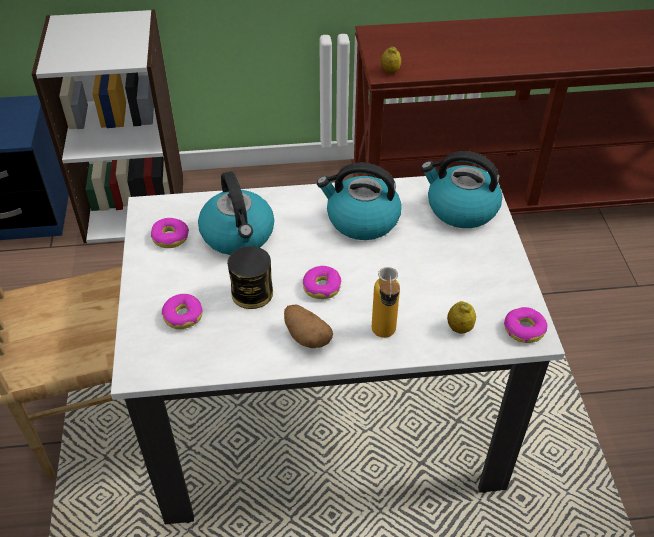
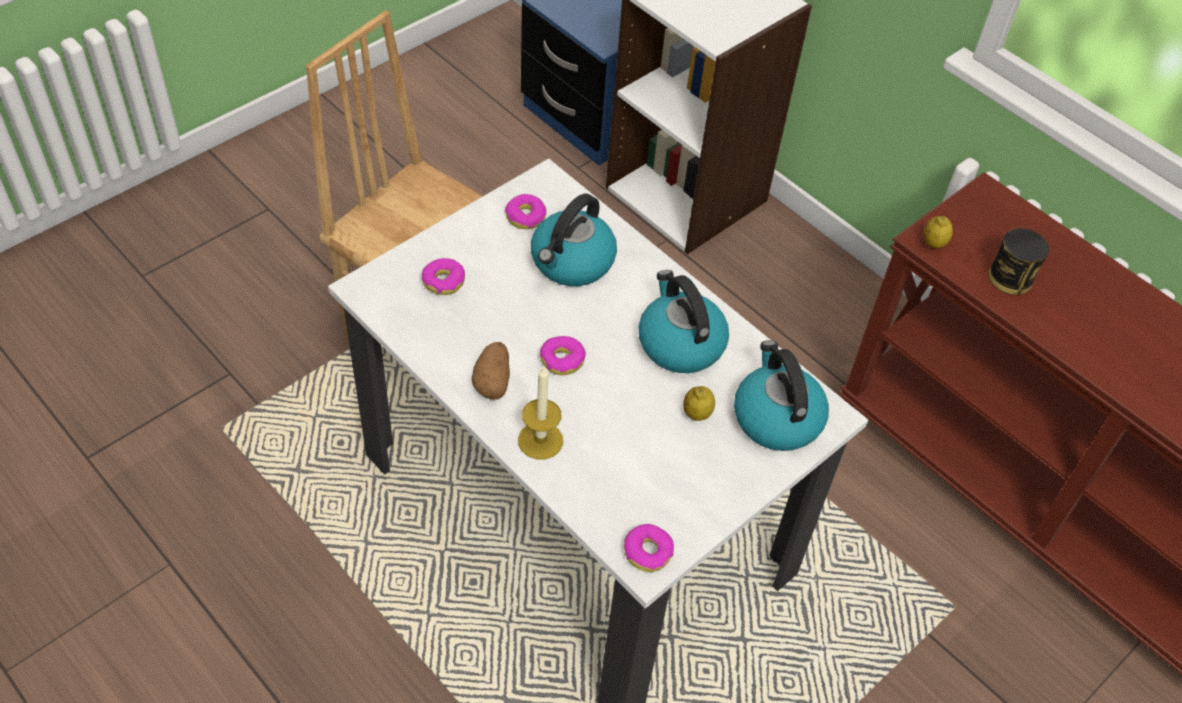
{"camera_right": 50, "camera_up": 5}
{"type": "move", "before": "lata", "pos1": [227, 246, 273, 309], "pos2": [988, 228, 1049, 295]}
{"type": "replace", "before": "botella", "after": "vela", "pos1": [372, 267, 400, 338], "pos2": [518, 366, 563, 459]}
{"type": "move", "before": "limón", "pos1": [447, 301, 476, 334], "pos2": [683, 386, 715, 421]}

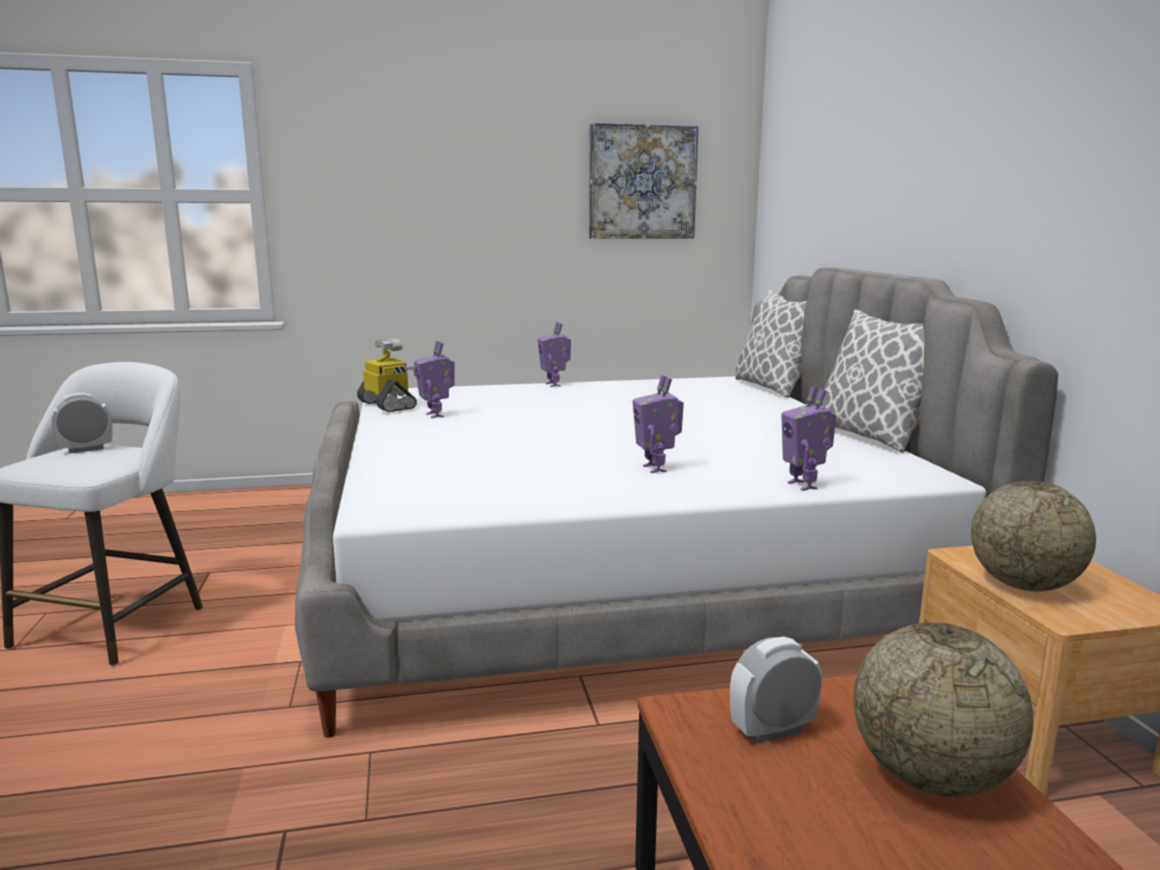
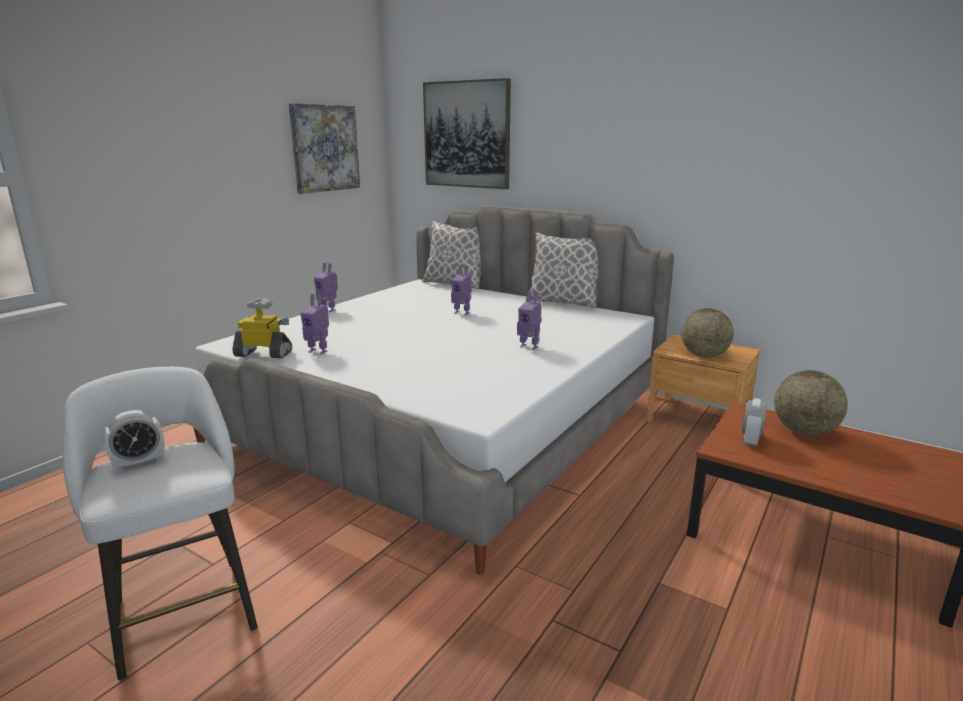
{"camera_right": -45, "camera_up": 5}
{"type": "rotate", "before": "despertador", "pos1": [51, 393, 113, 454], "pos2": [104, 410, 165, 471], "turn": -135}
{"type": "move", "before": "robot de juguete", "pos1": [781, 386, 836, 491], "pos2": [451, 265, 472, 315]}
{"type": "insert", "after": "cuadro", "pos2": [423, 78, 511, 189]}

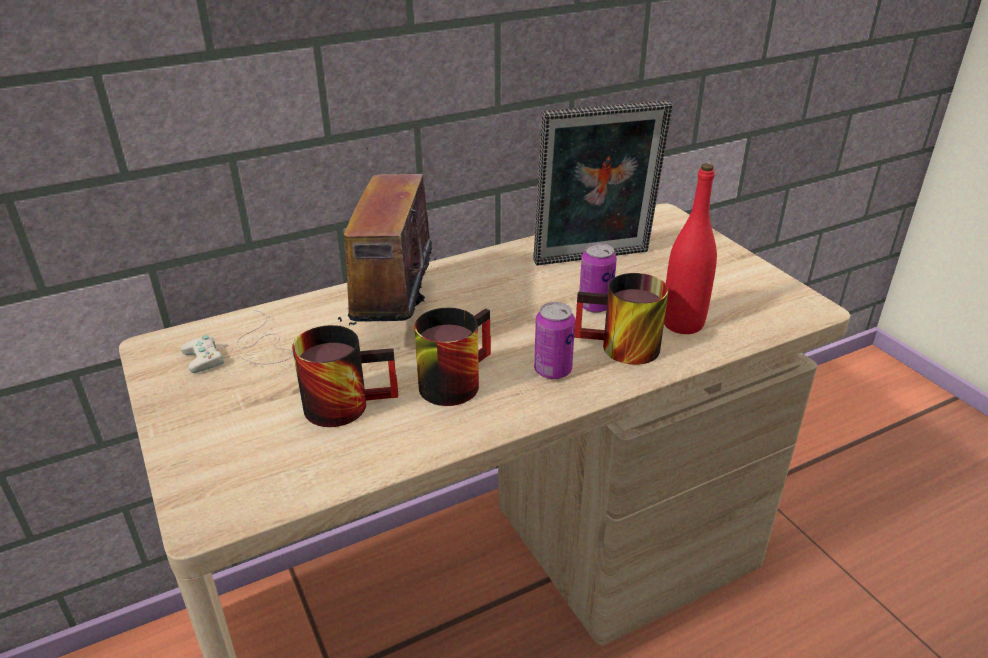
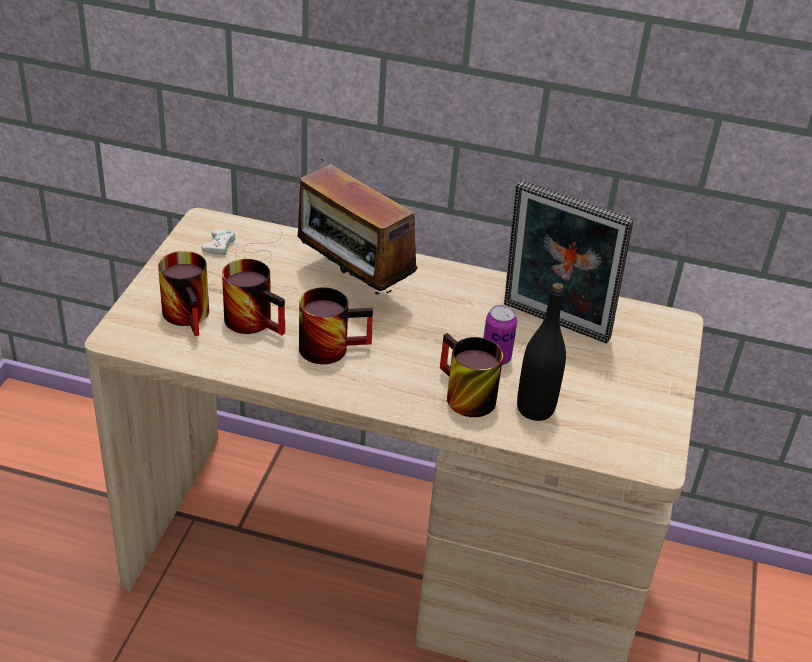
{"camera_right": 40, "camera_up": 5}
{"type": "rotate", "before": "radio", "pos1": [338, 147, 439, 325], "pos2": [297, 159, 418, 298], "turn": -90}
{"type": "delete", "before": "lata", "pos1": [534, 302, 575, 379]}
{"type": "recolor", "before": "botella [rojo]", "after": "botella [negro]", "pos1": [664, 163, 717, 334], "pos2": [517, 283, 566, 421]}
{"type": "insert", "after": "taza grande", "pos2": [158, 251, 209, 336]}

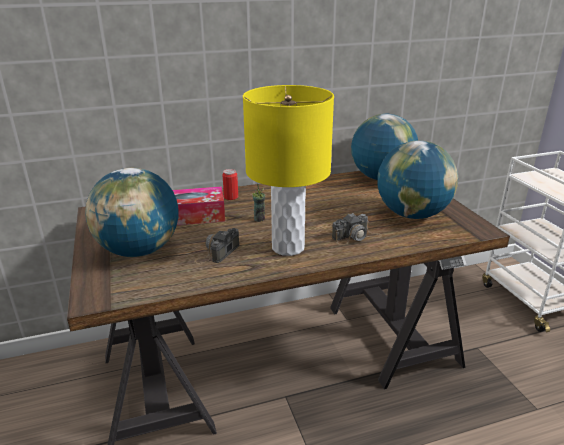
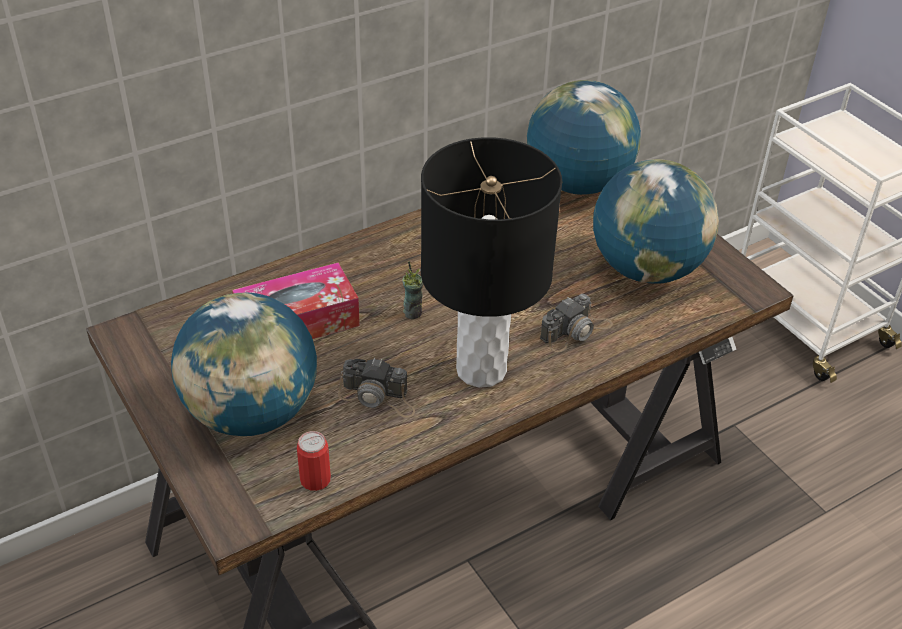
{"camera_right": -15, "camera_up": 15}
{"type": "rotate", "before": "cámara", "pos1": [194, 228, 240, 264], "pos2": [338, 358, 415, 418], "turn": -90}
{"type": "move", "before": "lata", "pos1": [223, 169, 238, 200], "pos2": [297, 431, 331, 491]}
{"type": "recolor", "before": "lámpara de mesa [amarillo]", "after": "lámpara de mesa [negro]", "pos1": [243, 85, 334, 256], "pos2": [421, 137, 562, 388]}

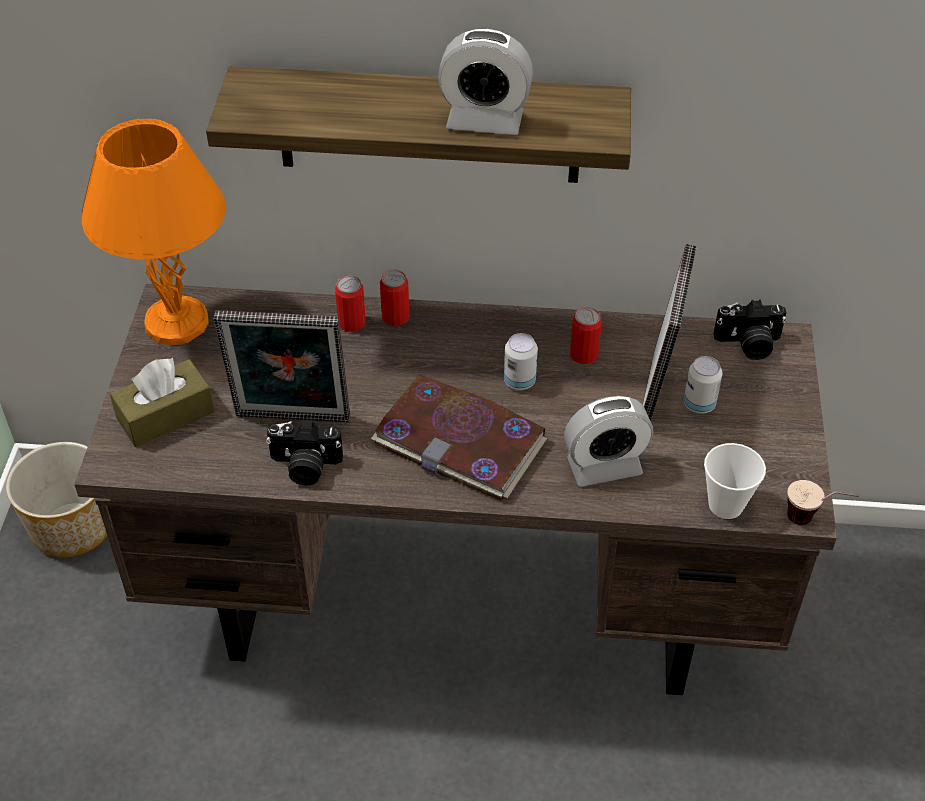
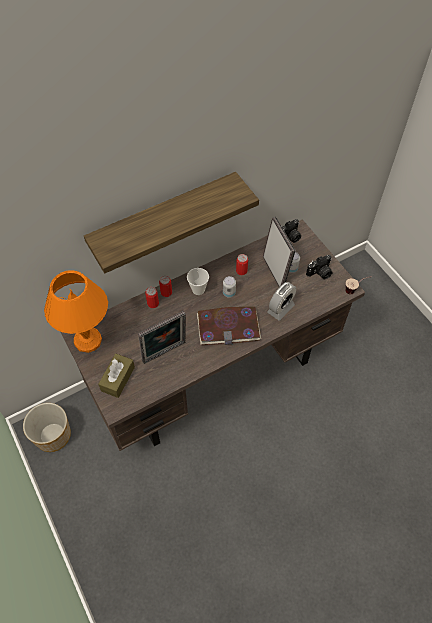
{"camera_right": -35, "camera_up": 10}
{"type": "move", "before": "cámara", "pos1": [266, 420, 343, 486], "pos2": [306, 255, 332, 280]}
{"type": "delete", "before": "despertador", "pos1": [438, 29, 533, 135]}
{"type": "move", "before": "taza", "pos1": [704, 443, 766, 519], "pos2": [187, 268, 209, 295]}

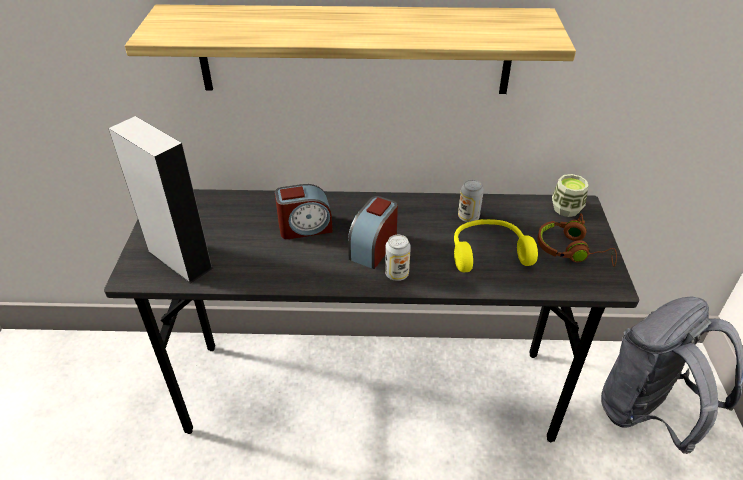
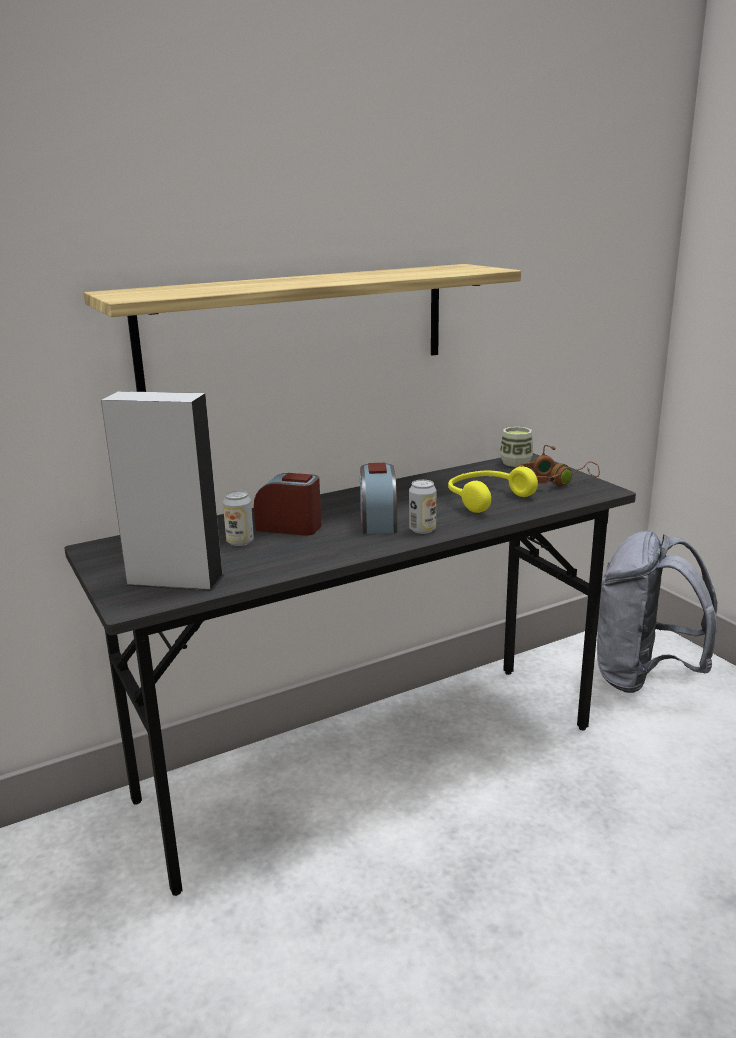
{"camera_right": -30, "camera_up": -20}
{"type": "rotate", "before": "despertador", "pos1": [275, 184, 333, 239], "pos2": [254, 473, 321, 536], "turn": -120}
{"type": "move", "before": "lata", "pos1": [458, 180, 484, 222], "pos2": [223, 491, 254, 546]}

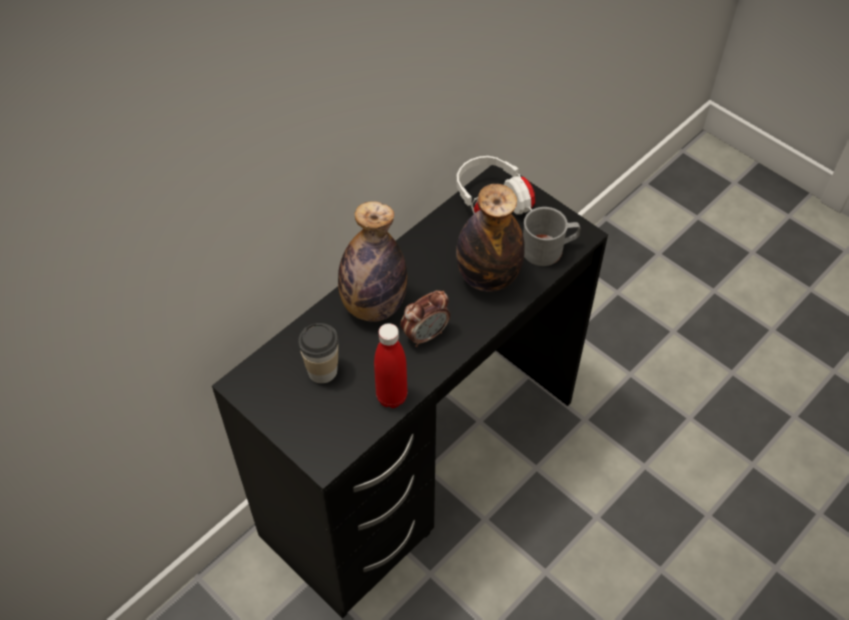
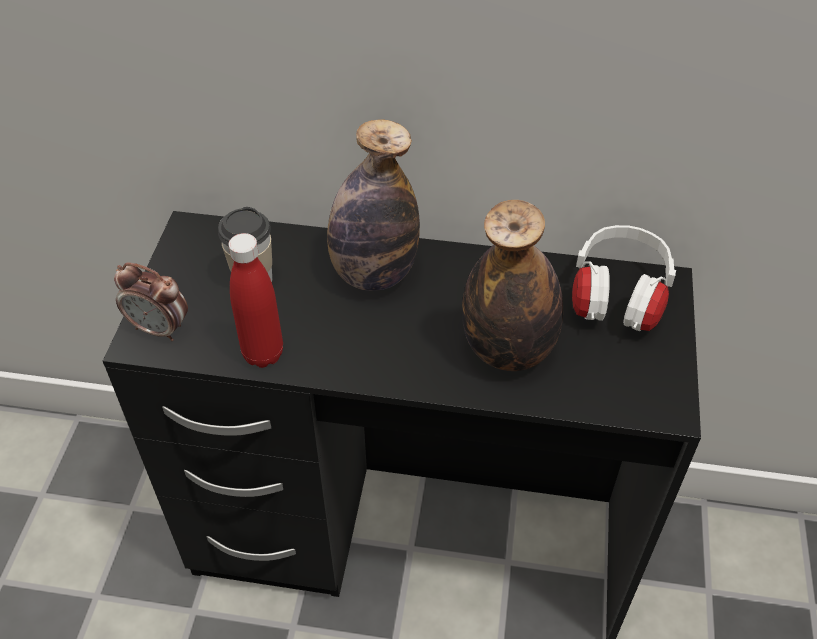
{"camera_right": 55, "camera_up": -5}
{"type": "move", "before": "despertador", "pos1": [400, 290, 450, 347], "pos2": [114, 263, 188, 341]}
{"type": "delete", "before": "taza grande [gris]", "pos1": [523, 207, 581, 266]}

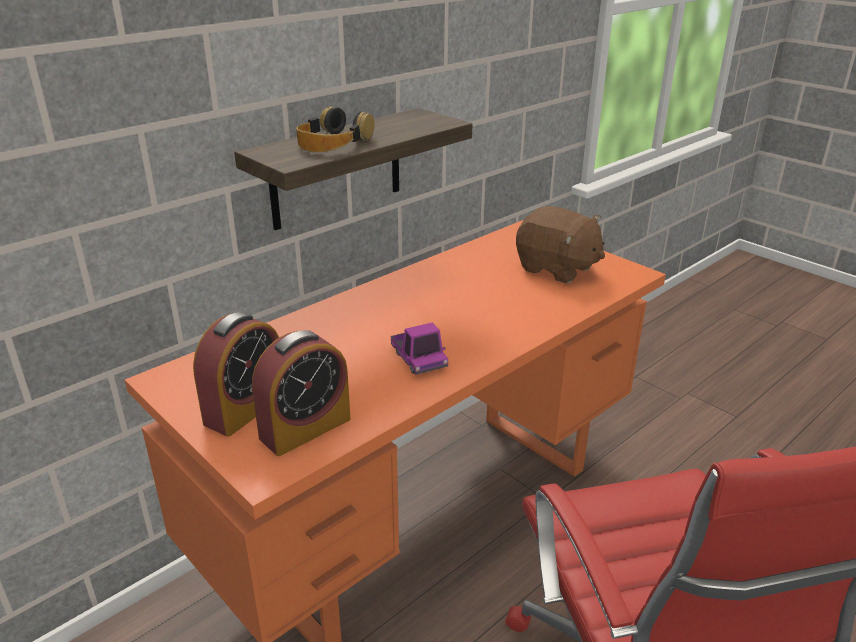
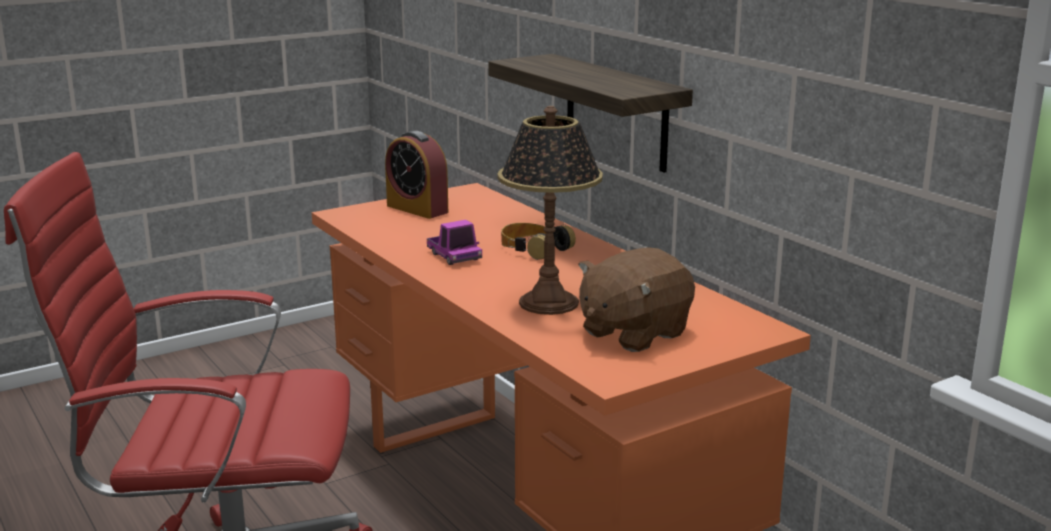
{"camera_right": 100, "camera_up": -10}
{"type": "delete", "before": "despertador", "pos1": [252, 330, 350, 456]}
{"type": "move", "before": "auriculares", "pos1": [296, 106, 374, 152], "pos2": [501, 223, 576, 260]}
{"type": "rotate", "before": "camión de juguete", "pos1": [391, 322, 448, 375], "pos2": [427, 220, 482, 265], "turn": -105}
{"type": "insert", "after": "lámpara de mesa", "pos2": [497, 106, 603, 315]}

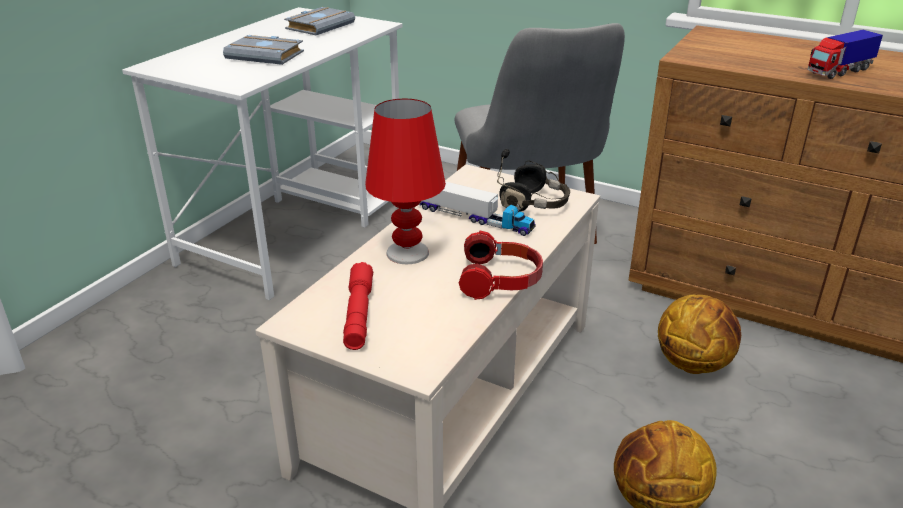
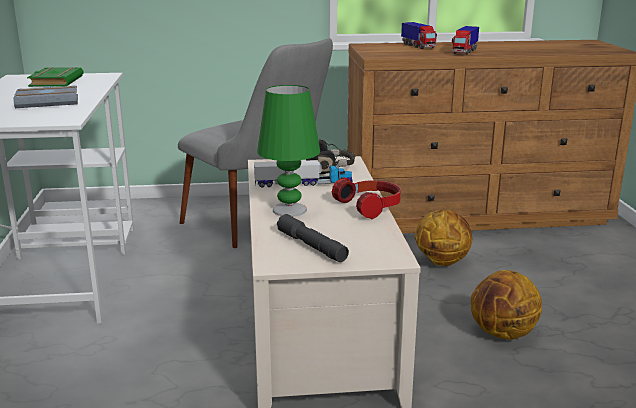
{"camera_right": -35, "camera_up": -10}
{"type": "recolor", "before": "libro [gris]", "after": "libro [verde]", "pos1": [284, 7, 355, 35], "pos2": [27, 67, 84, 87]}
{"type": "recolor", "before": "linterna [rojo]", "after": "linterna [gris]", "pos1": [343, 262, 373, 350], "pos2": [277, 214, 349, 262]}
{"type": "recolor", "before": "lámpara de mesa [rojo]", "after": "lámpara de mesa [verde]", "pos1": [365, 98, 446, 264], "pos2": [257, 85, 320, 217]}
{"type": "insert", "after": "camión de juguete", "pos2": [401, 22, 437, 49]}

